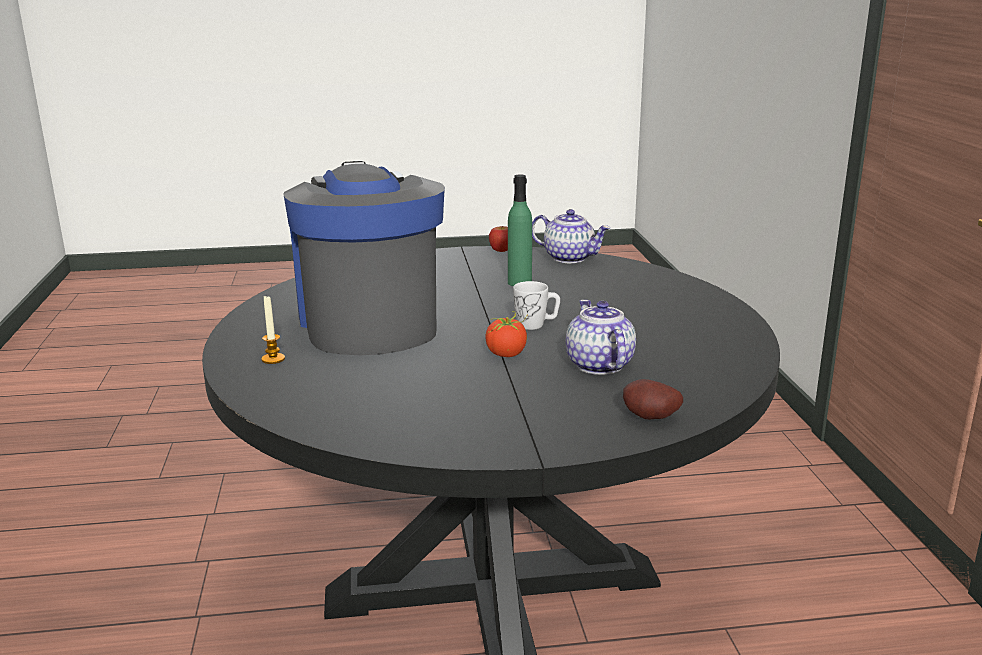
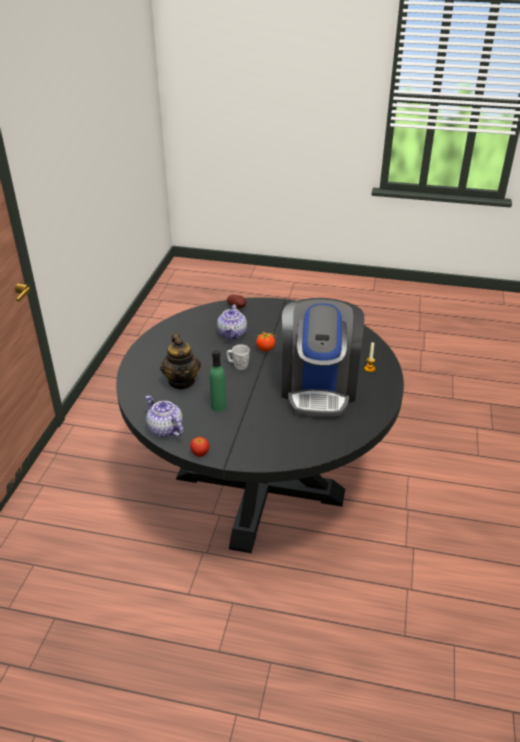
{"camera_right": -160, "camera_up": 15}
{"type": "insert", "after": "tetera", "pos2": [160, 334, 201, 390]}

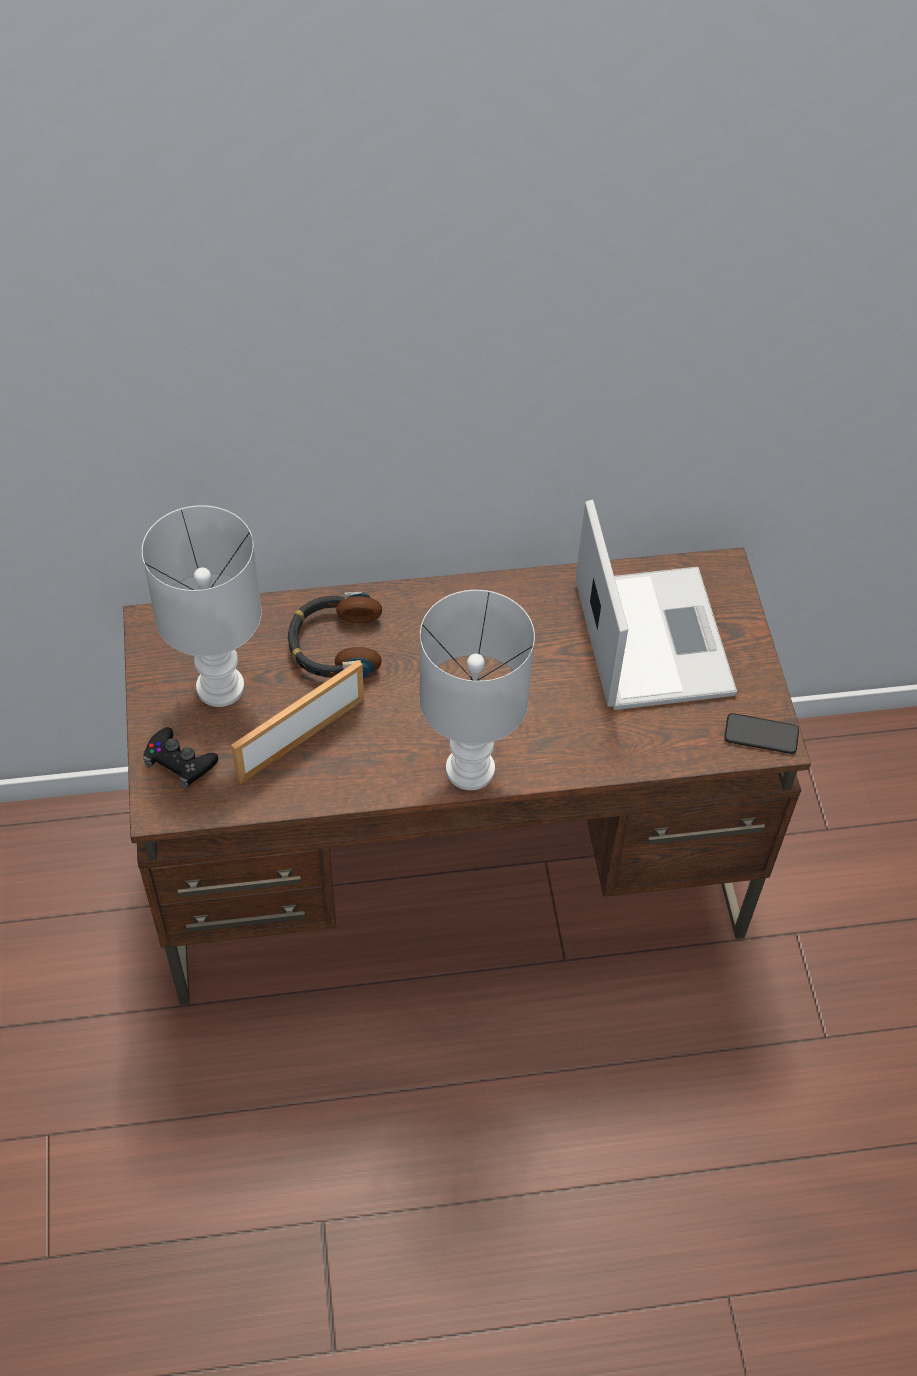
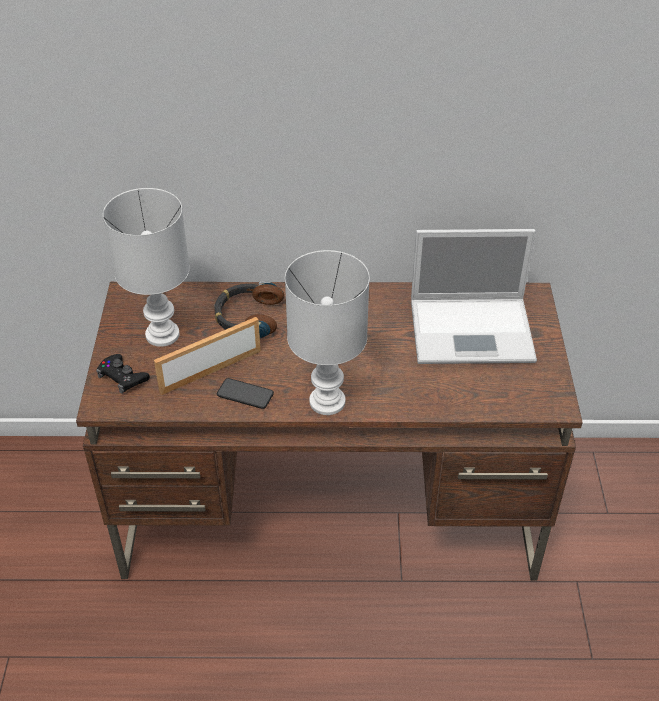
{"camera_right": 10, "camera_up": -10}
{"type": "rotate", "before": "portátil", "pos1": [575, 500, 737, 710], "pos2": [411, 229, 537, 364], "turn": 90}
{"type": "move", "before": "móvil", "pos1": [724, 713, 799, 754], "pos2": [217, 378, 274, 409]}

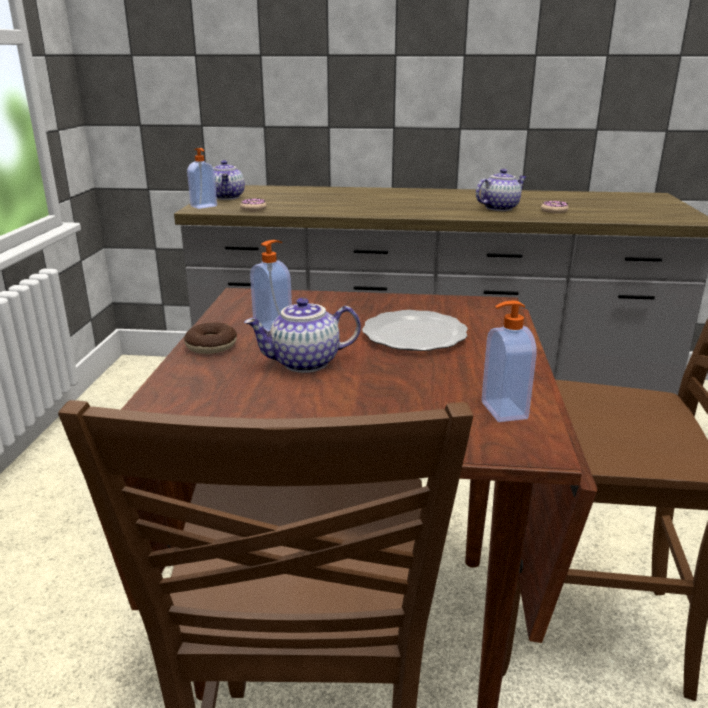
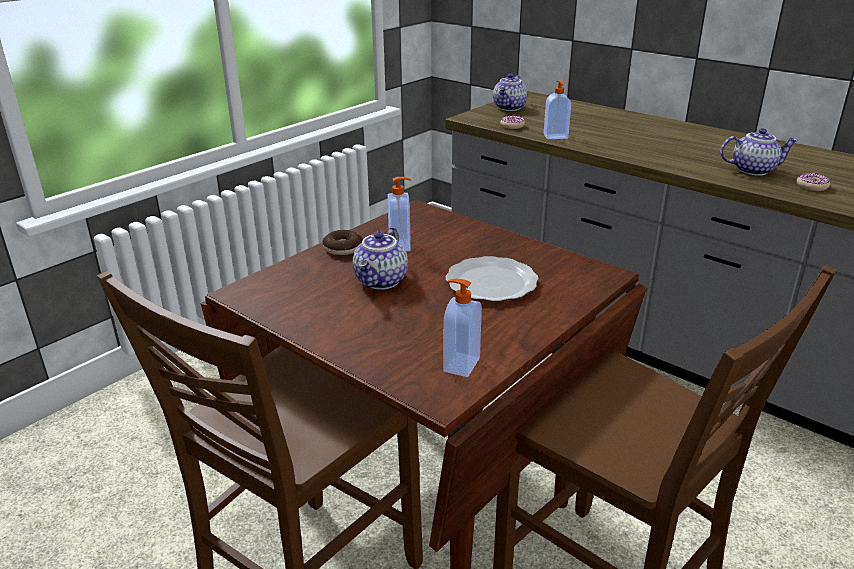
{"camera_right": 35, "camera_up": 5}
{"type": "move", "before": "dispensador de jabón", "pos1": [187, 148, 217, 209], "pos2": [544, 81, 571, 139]}
{"type": "rotate", "before": "tetera", "pos1": [244, 298, 361, 373], "pos2": [353, 227, 408, 290], "turn": -90}

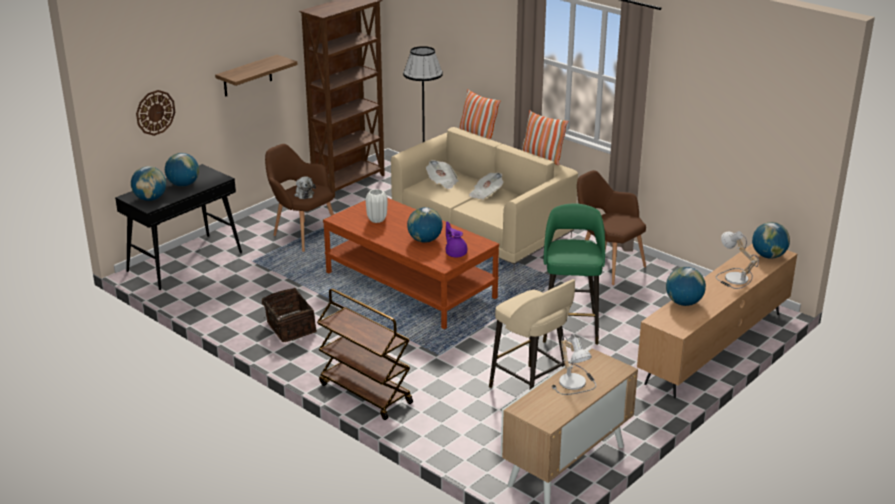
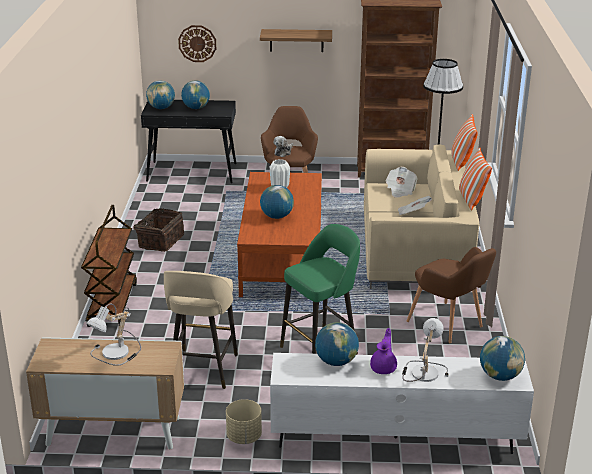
{"camera_right": 50, "camera_up": 0}
{"type": "move", "before": "tetera [morado]", "pos1": [446, 222, 467, 257], "pos2": [370, 328, 397, 374]}
{"type": "rotate", "before": "sillón [marrón]", "pos1": [577, 170, 646, 285], "pos2": [407, 247, 496, 343], "turn": 135}
{"type": "recolor", "before": "mueble de televisión [marrón]", "after": "mueble de televisión [blanco]", "pos1": [637, 243, 797, 398], "pos2": [270, 353, 534, 454]}
{"type": "insert", "after": "maceta [beis]", "pos2": [226, 399, 262, 444]}

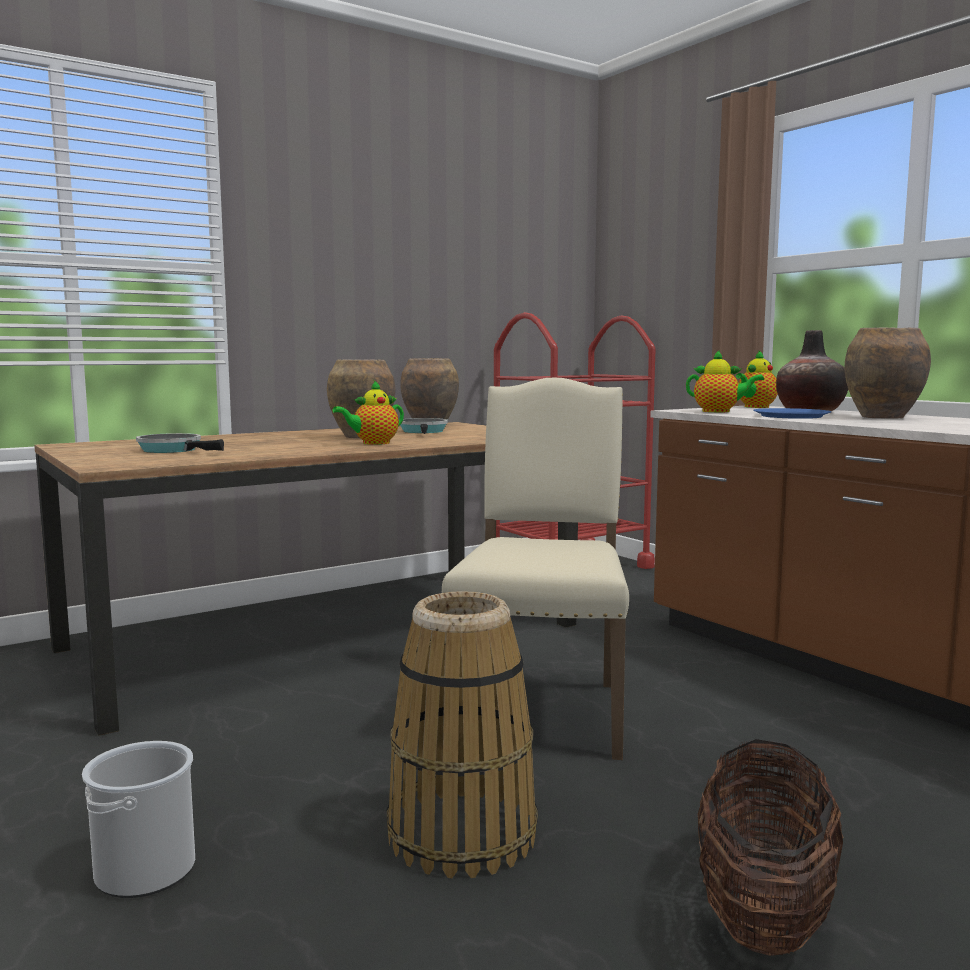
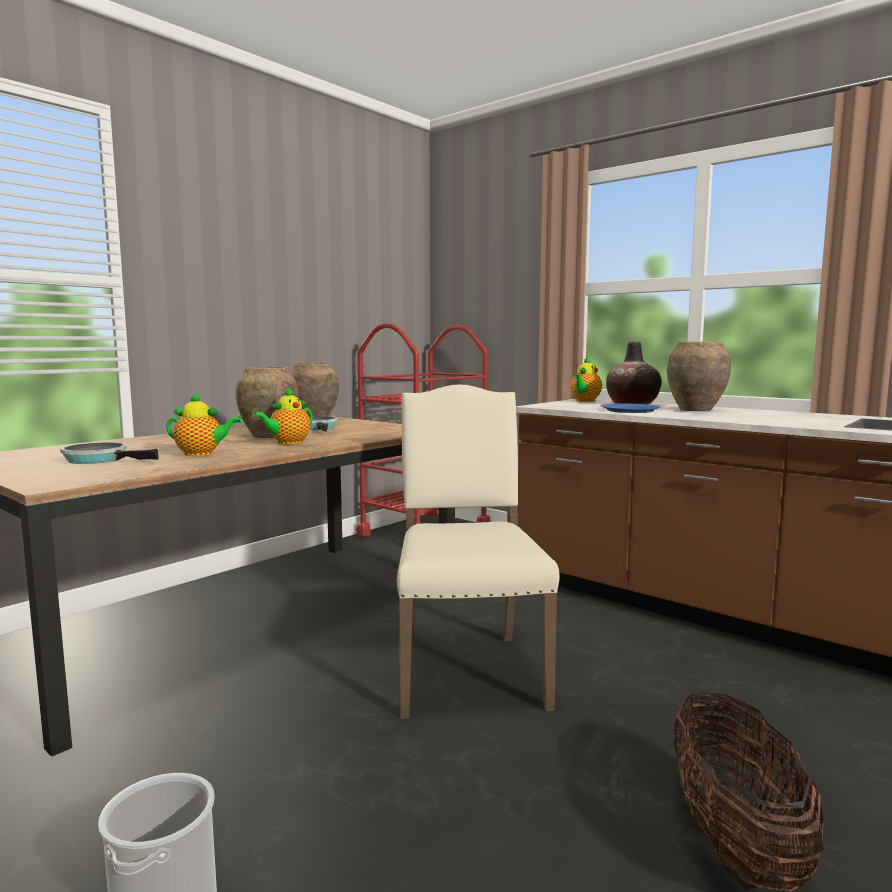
{"camera_right": -15, "camera_up": 0}
{"type": "delete", "before": "cesta", "pos1": [387, 591, 538, 878]}
{"type": "move", "before": "tetera", "pos1": [686, 350, 764, 412], "pos2": [166, 392, 243, 456]}

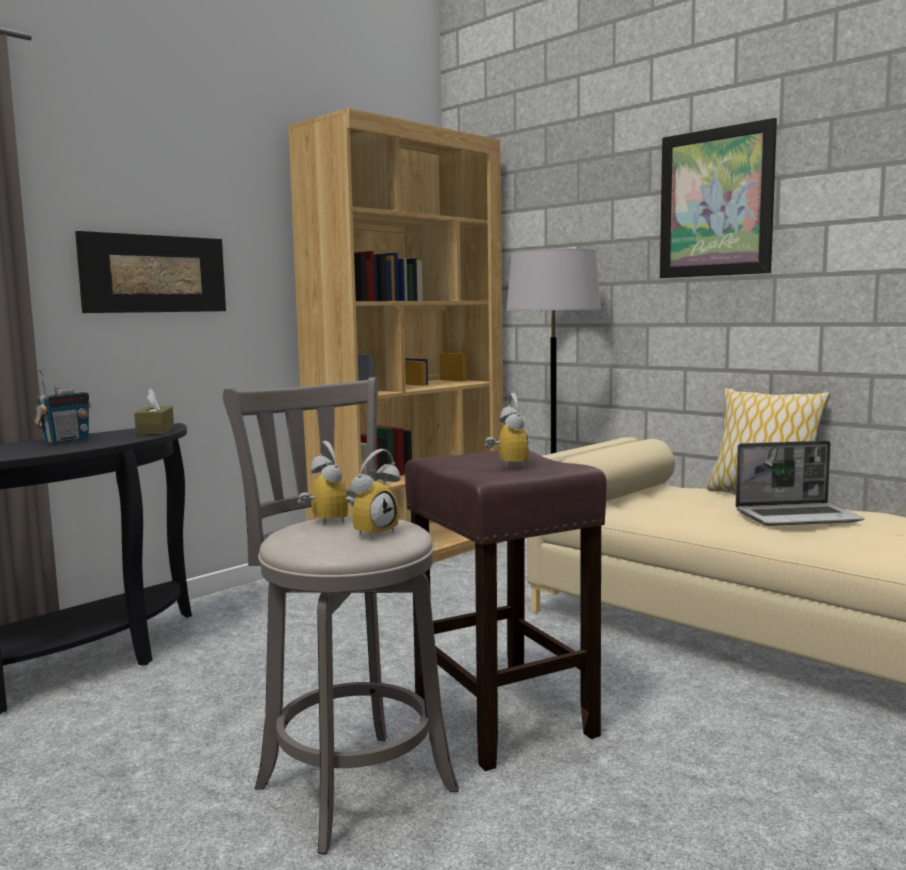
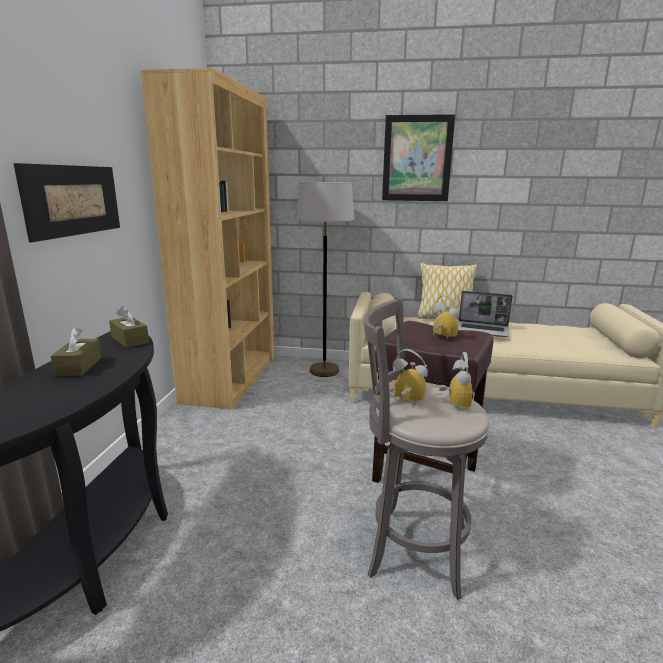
{"camera_right": -35, "camera_up": 10}
{"type": "replace", "before": "radio", "after": "caja de pañuelos [marrón]", "pos1": [34, 369, 91, 444], "pos2": [51, 327, 102, 376]}
{"type": "rotate", "before": "portátil", "pos1": [735, 441, 864, 526], "pos2": [458, 291, 513, 337], "turn": 60}

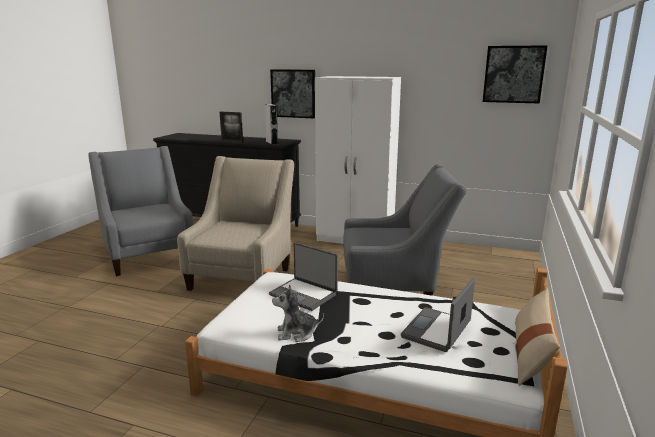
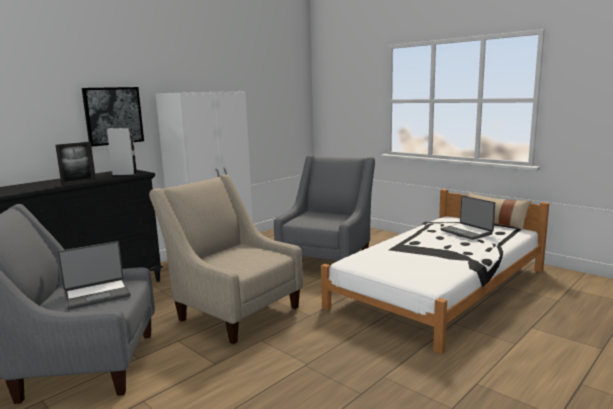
{"camera_right": -65, "camera_up": -5}
{"type": "move", "before": "portátil", "pos1": [269, 242, 338, 311], "pos2": [58, 241, 131, 310]}
{"type": "delete", "before": "peluche", "pos1": [272, 285, 324, 342]}
{"type": "delete", "before": "cuadro", "pos1": [483, 45, 548, 104]}

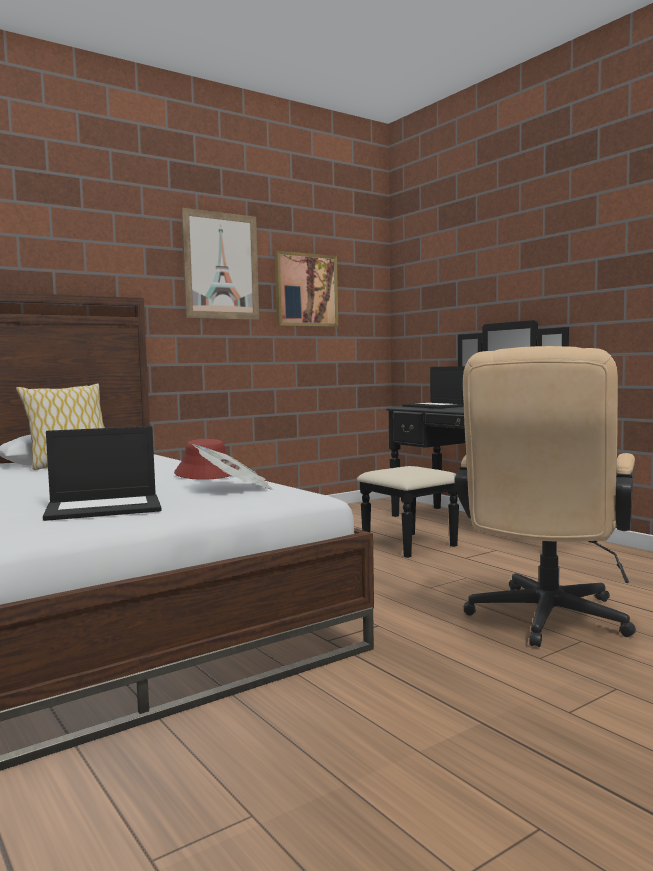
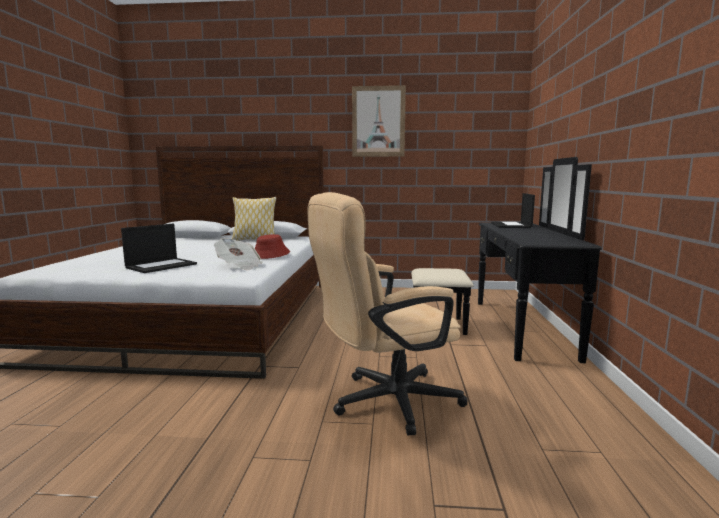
{"camera_right": 40, "camera_up": 5}
{"type": "rotate", "before": "portátil", "pos1": [43, 426, 161, 521], "pos2": [121, 224, 197, 273], "turn": -75}
{"type": "delete", "before": "cuadro", "pos1": [275, 251, 338, 327]}

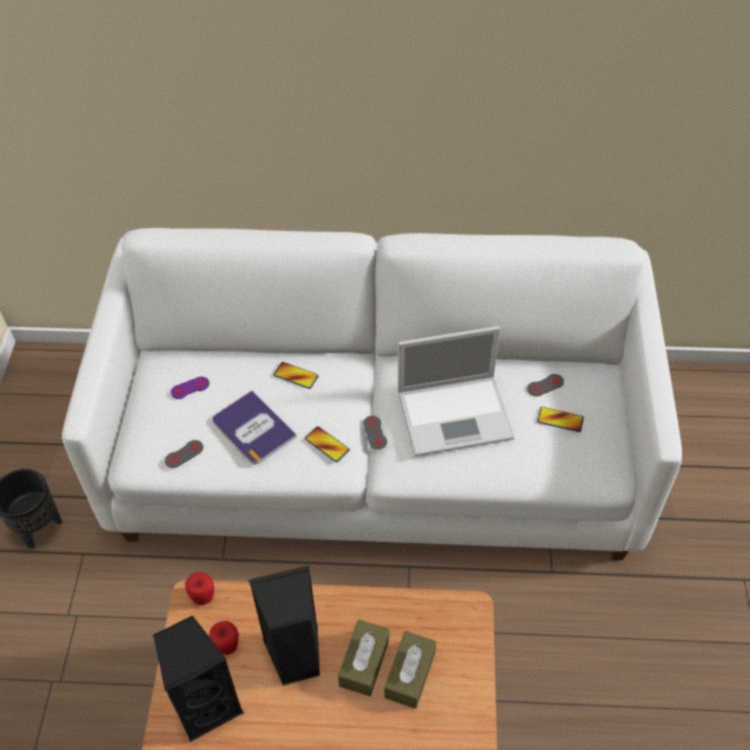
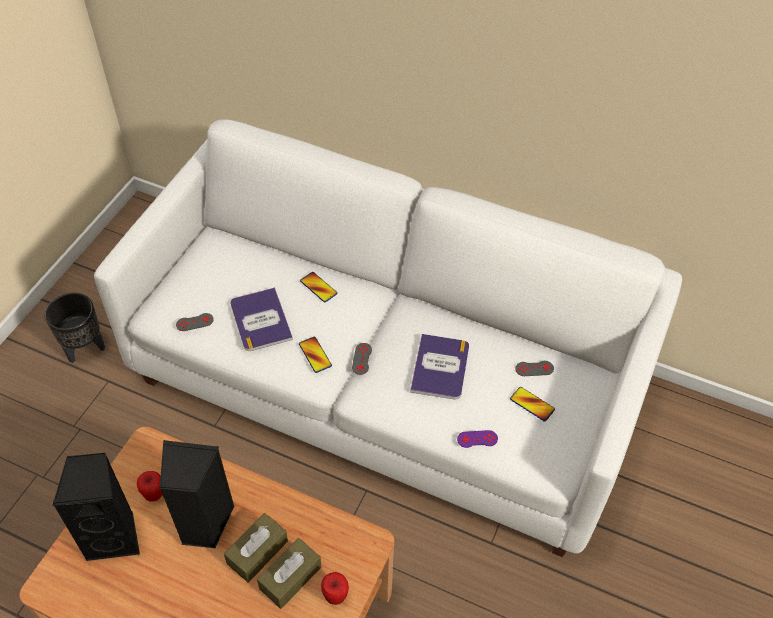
{"camera_right": 20, "camera_up": 0}
{"type": "move", "before": "mando de consola [morado]", "pos1": [171, 377, 209, 399], "pos2": [457, 430, 498, 448]}
{"type": "move", "before": "manzana", "pos1": [185, 572, 214, 605], "pos2": [321, 572, 349, 605]}
{"type": "replace", "before": "portátil", "after": "libro", "pos1": [398, 326, 515, 456], "pos2": [410, 334, 469, 400]}

